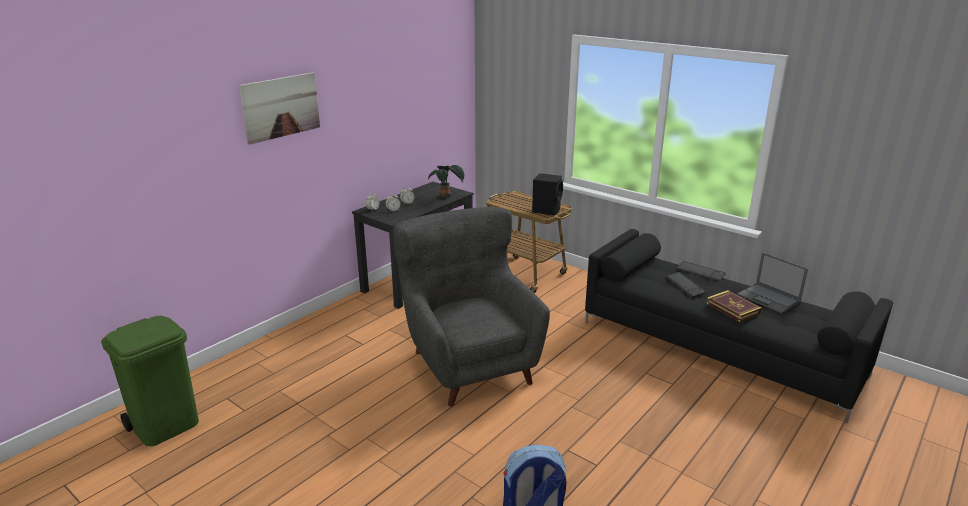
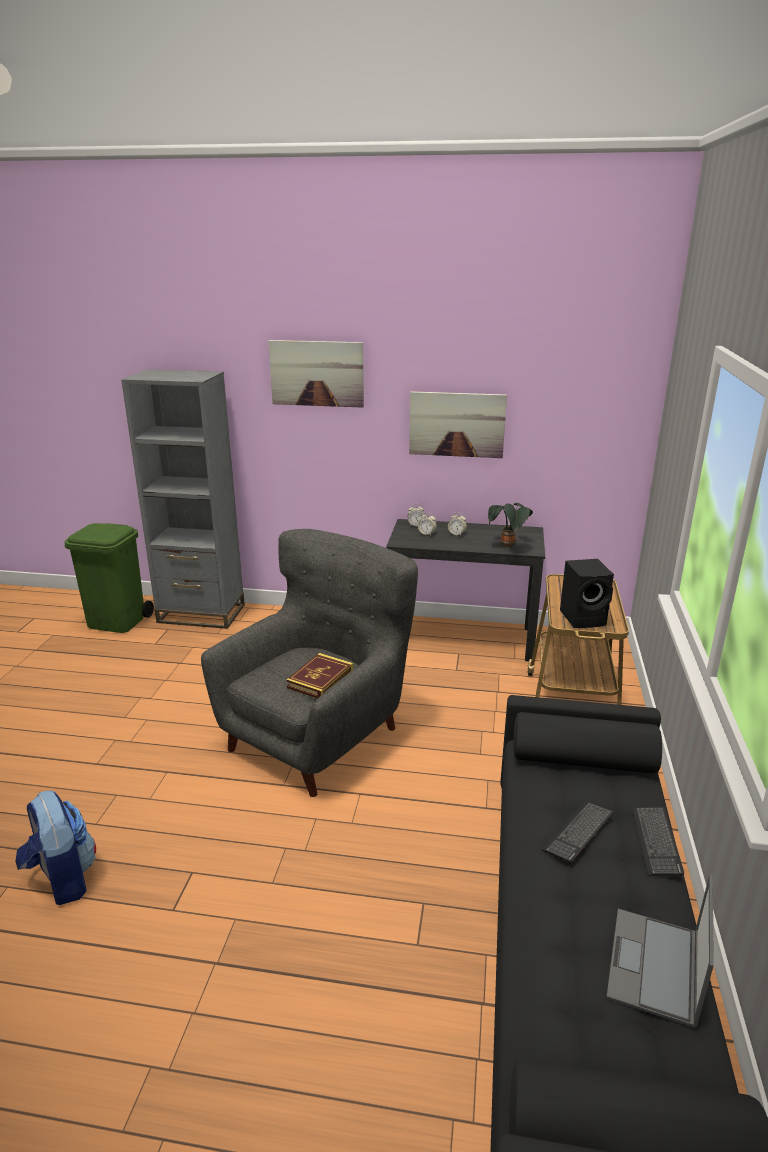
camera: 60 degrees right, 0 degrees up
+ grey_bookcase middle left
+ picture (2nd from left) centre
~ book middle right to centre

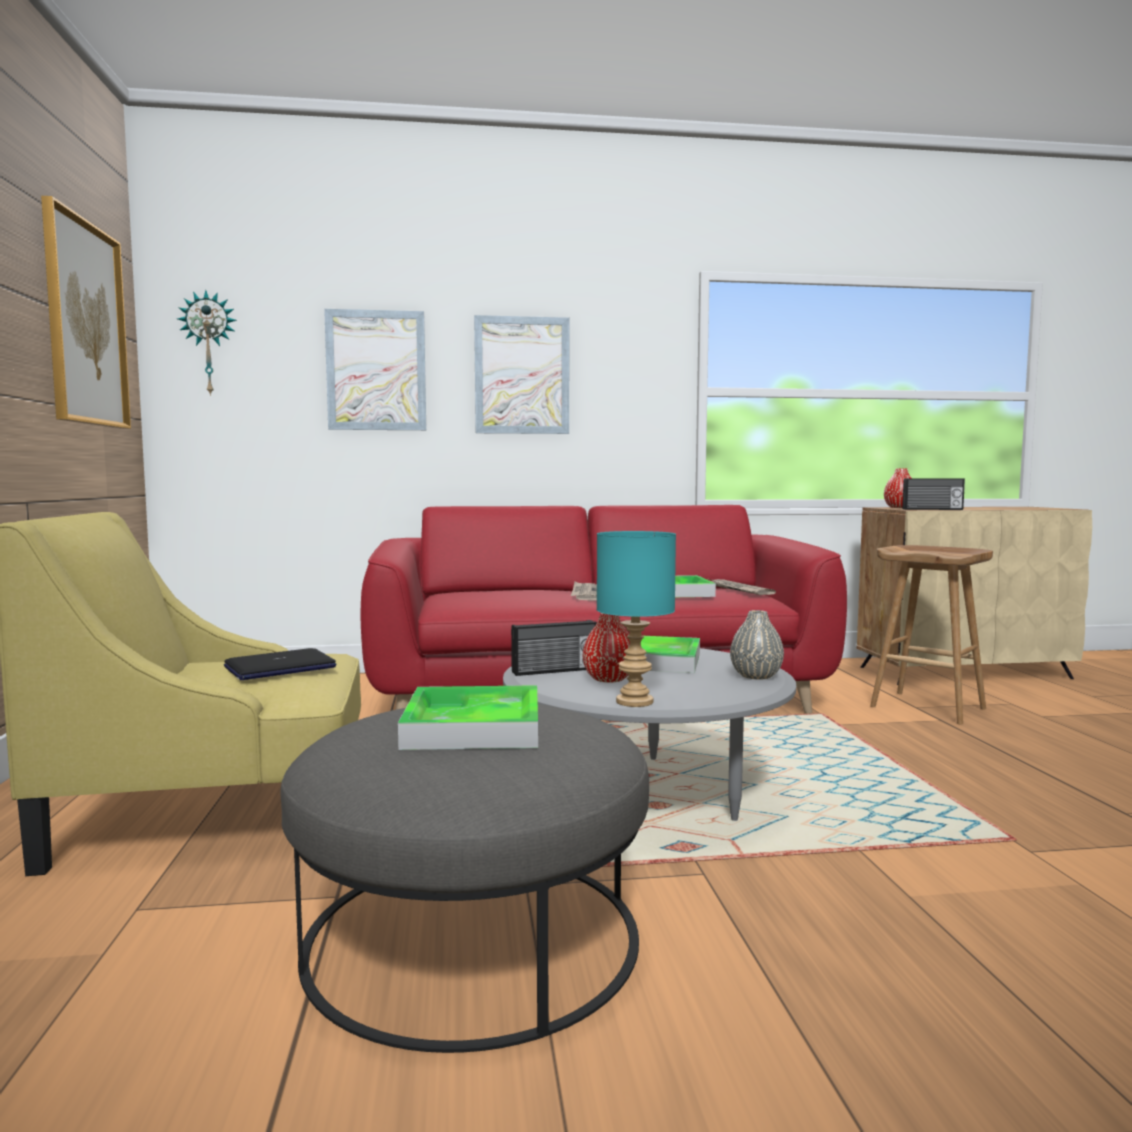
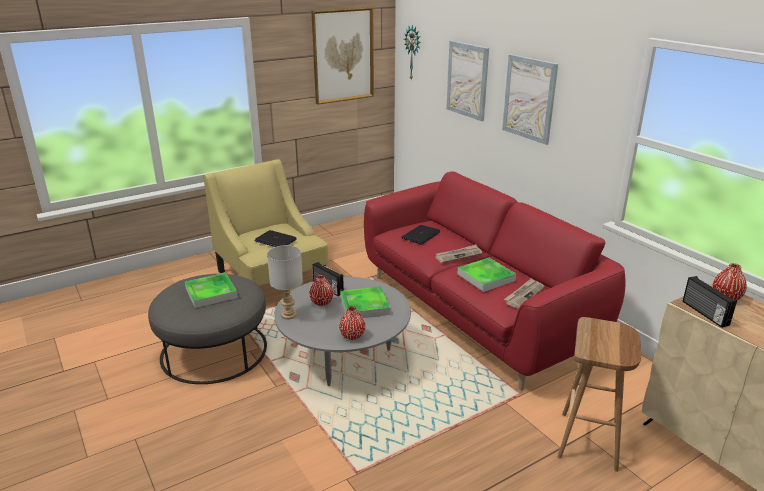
camera: 65 degrees right, 20 degrees up
+ laptop (2nd from left) centre
~ turquoise_table_lamp centre to grey_table_lamp centre
~ grey_vase middle right to red_vase (2nd from left) centre

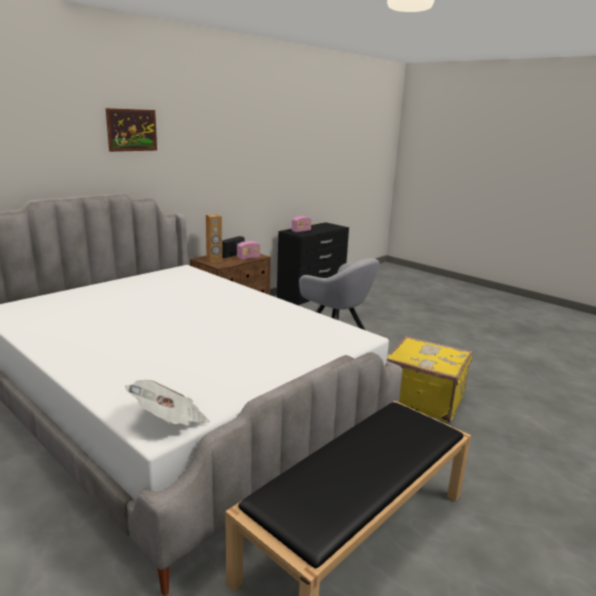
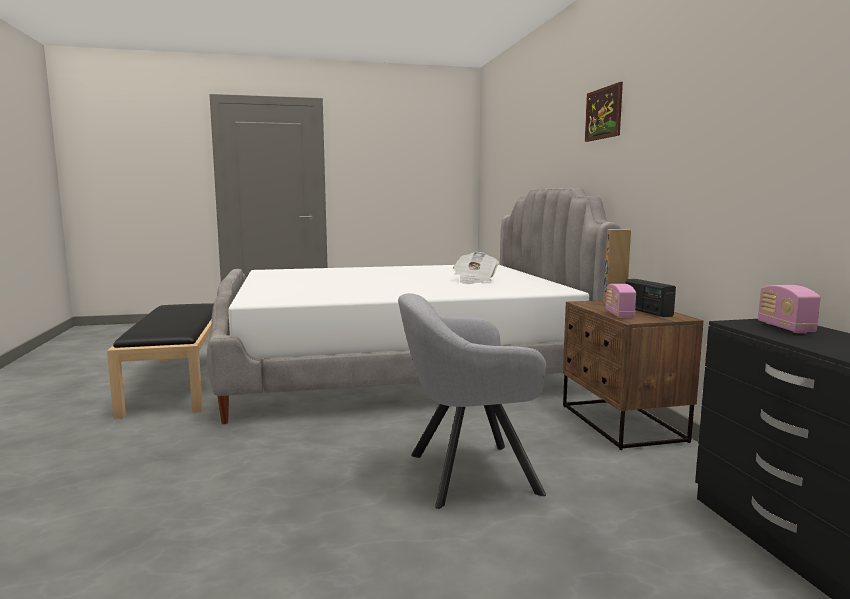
camera: 125 degrees right, 10 degrees down
- yellow_suitcase middle right
~ newspaper bottom left to centre

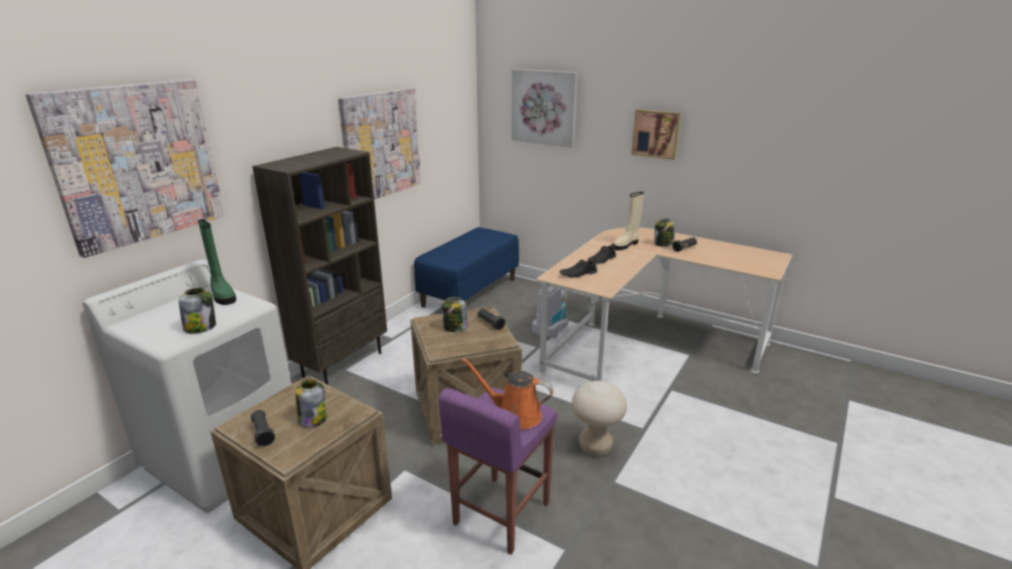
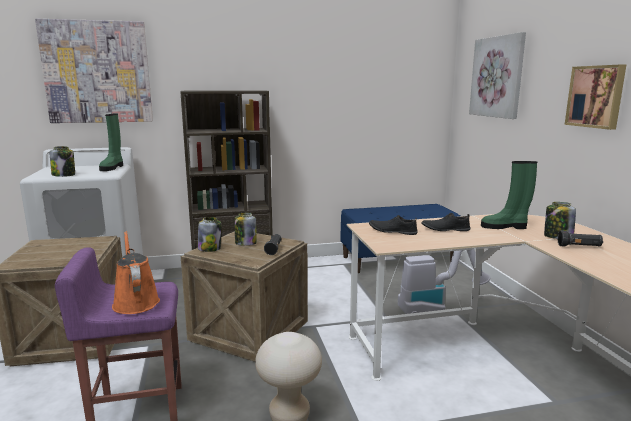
camera: 45 degrees right, 10 degrees down
- black_flashlight (1st from left) bottom left
- picture (2nd from left) top centre
~ jar (2nd from left) bottom left to middle left
~ beige_boot centre to green_boot (2nd from left) middle right

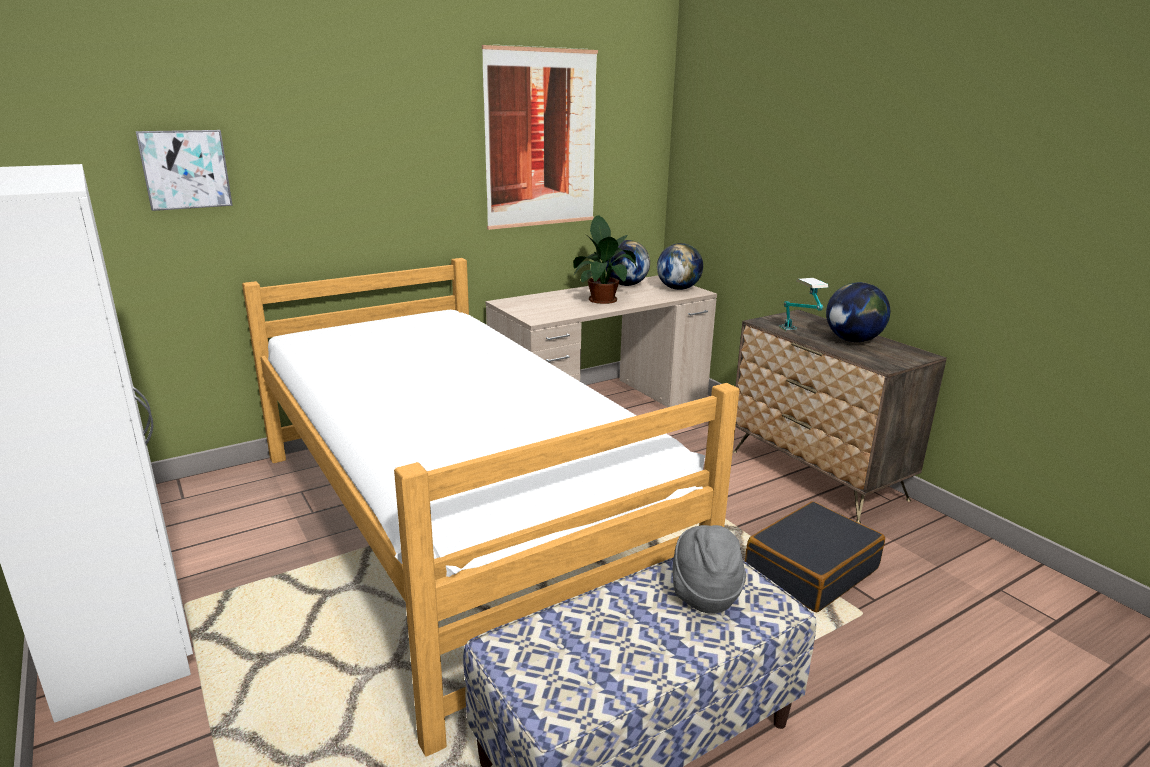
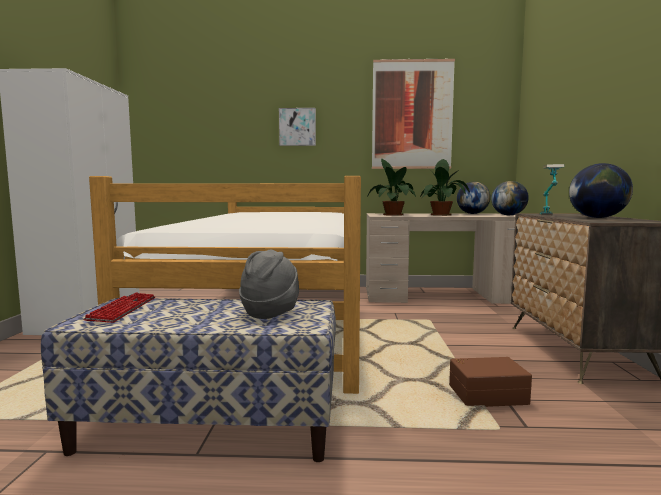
camera: 35 degrees right, 15 degrees down
+ keyboard middle left
+ potted_plant (1st from left) centre
~ picture (1st from left) top left to top centre
~ black_suitcase bottom right to brown_storage_box bottom right

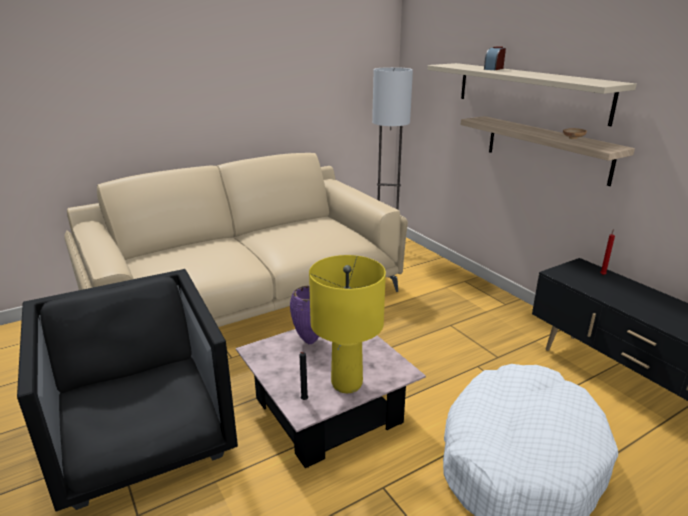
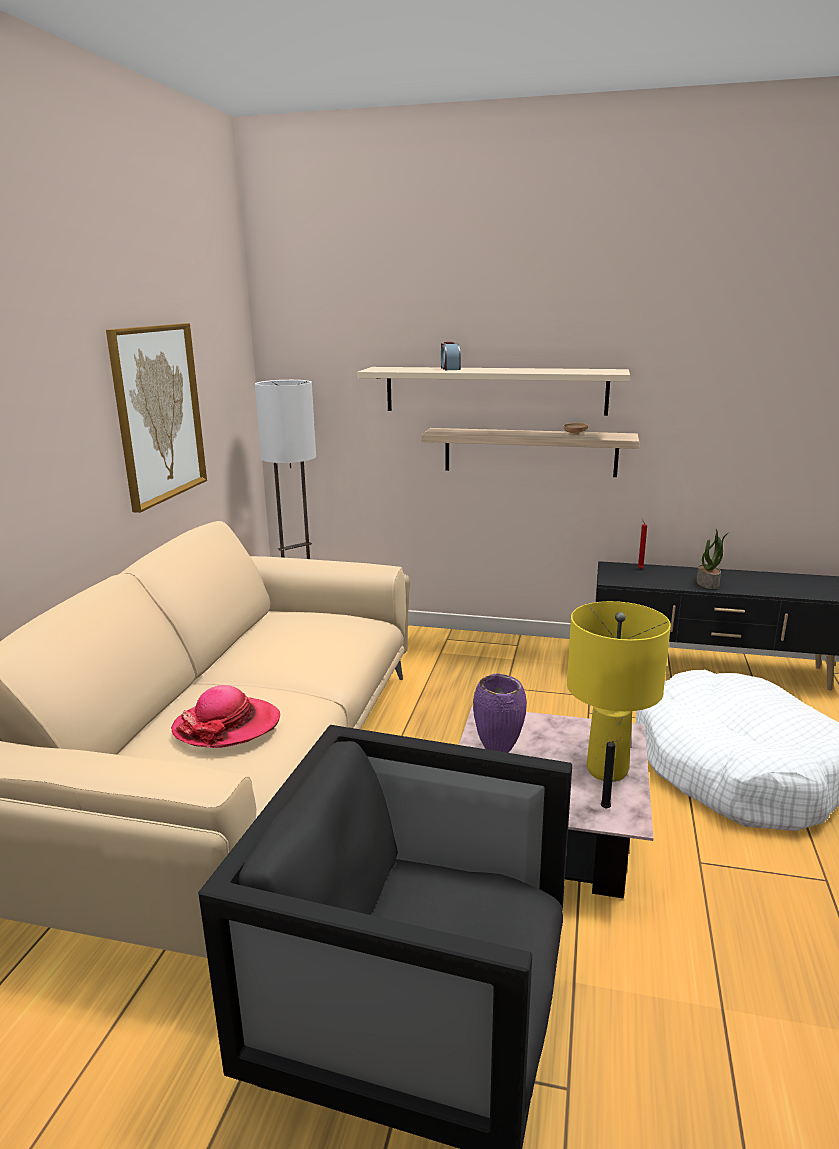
camera: 45 degrees left, 5 degrees down
+ picture middle left
+ hat middle left
+ potted_plant middle right

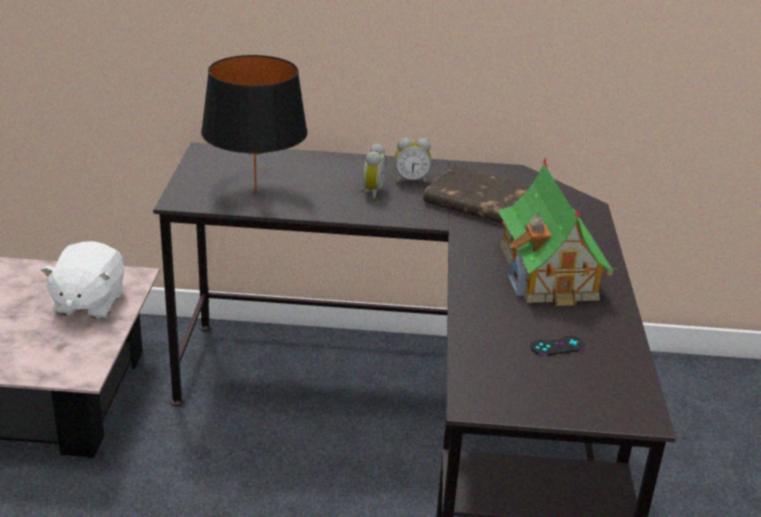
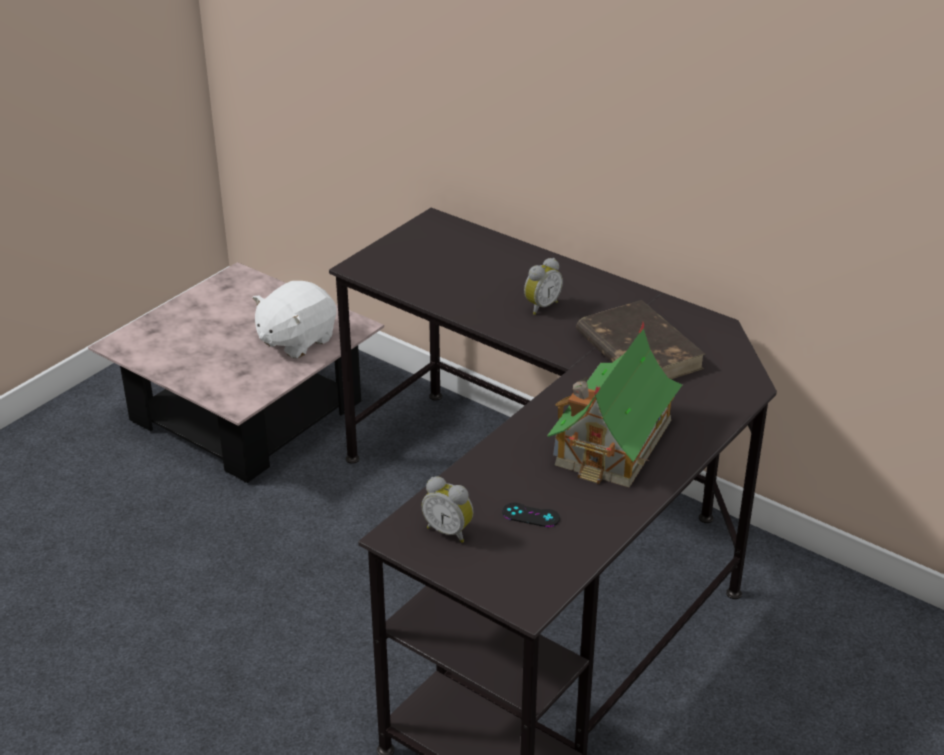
camera: 35 degrees right, 5 degrees up
- black_table_lamp top centre
~ alarm_clock (2nd from left in the first image) top centre to alarm_clock (1st from left) bottom centre

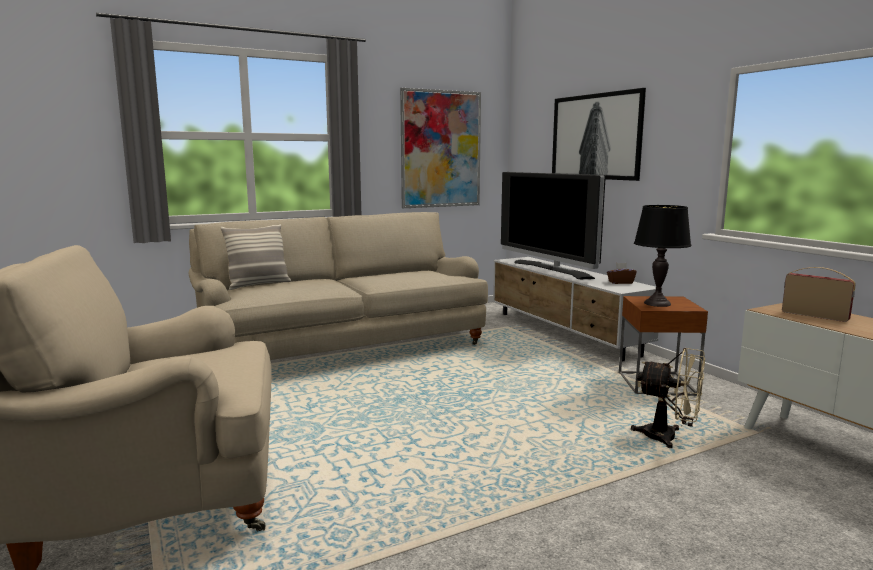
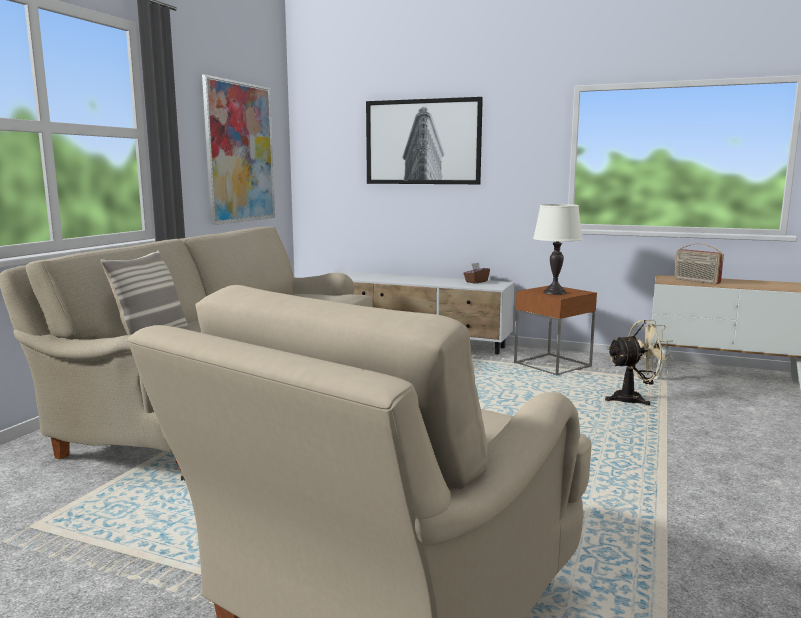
camera: 40 degrees left, 0 degrees up
- television centre
~ black_table_lamp middle right to white_table_lamp middle right
~ radio middle right = middle right 135 degrees counterclockwise

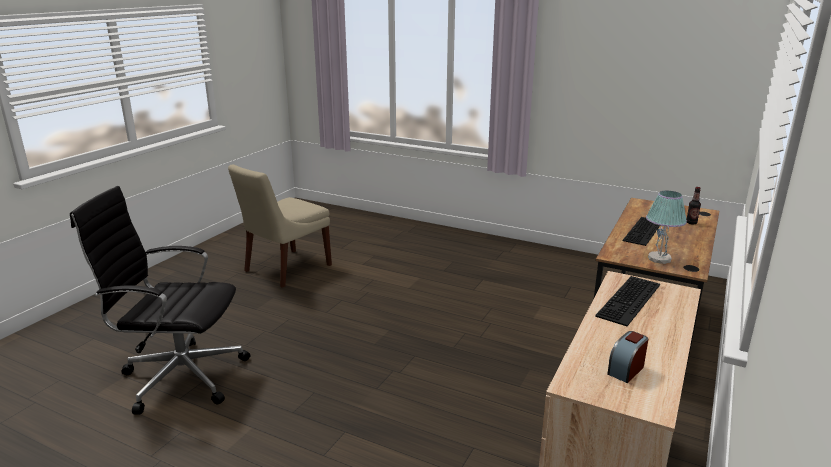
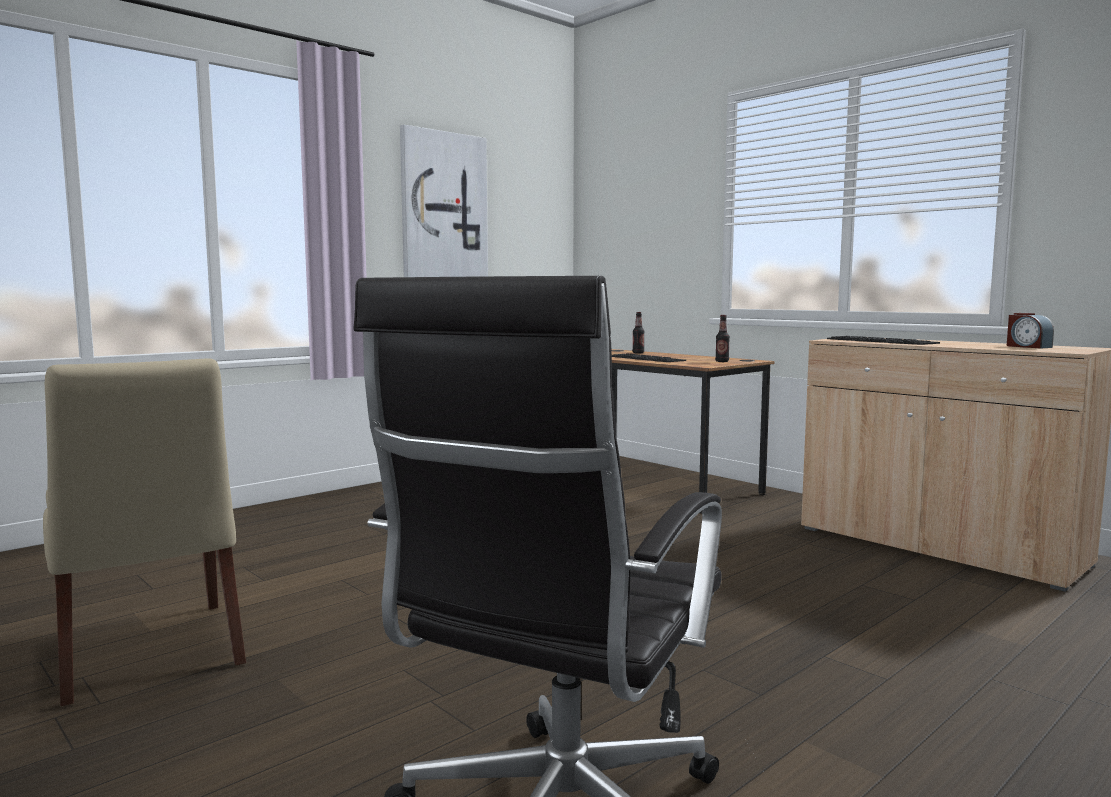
camera: 70 degrees left, 15 degrees down
+ picture top centre
~ table_lamp middle right to bottle (2nd from left) centre

